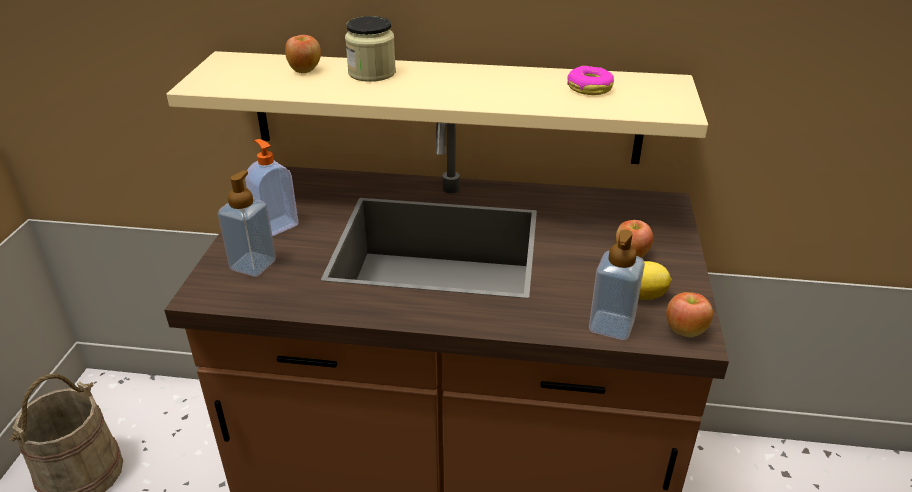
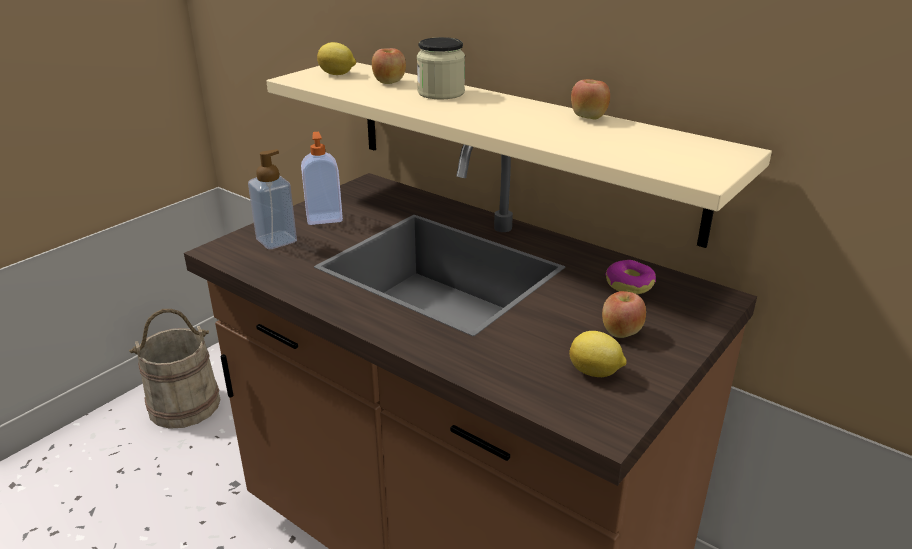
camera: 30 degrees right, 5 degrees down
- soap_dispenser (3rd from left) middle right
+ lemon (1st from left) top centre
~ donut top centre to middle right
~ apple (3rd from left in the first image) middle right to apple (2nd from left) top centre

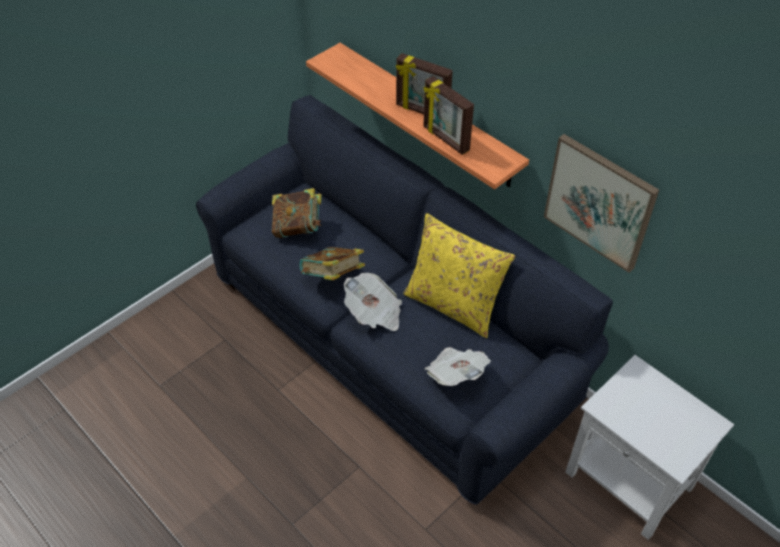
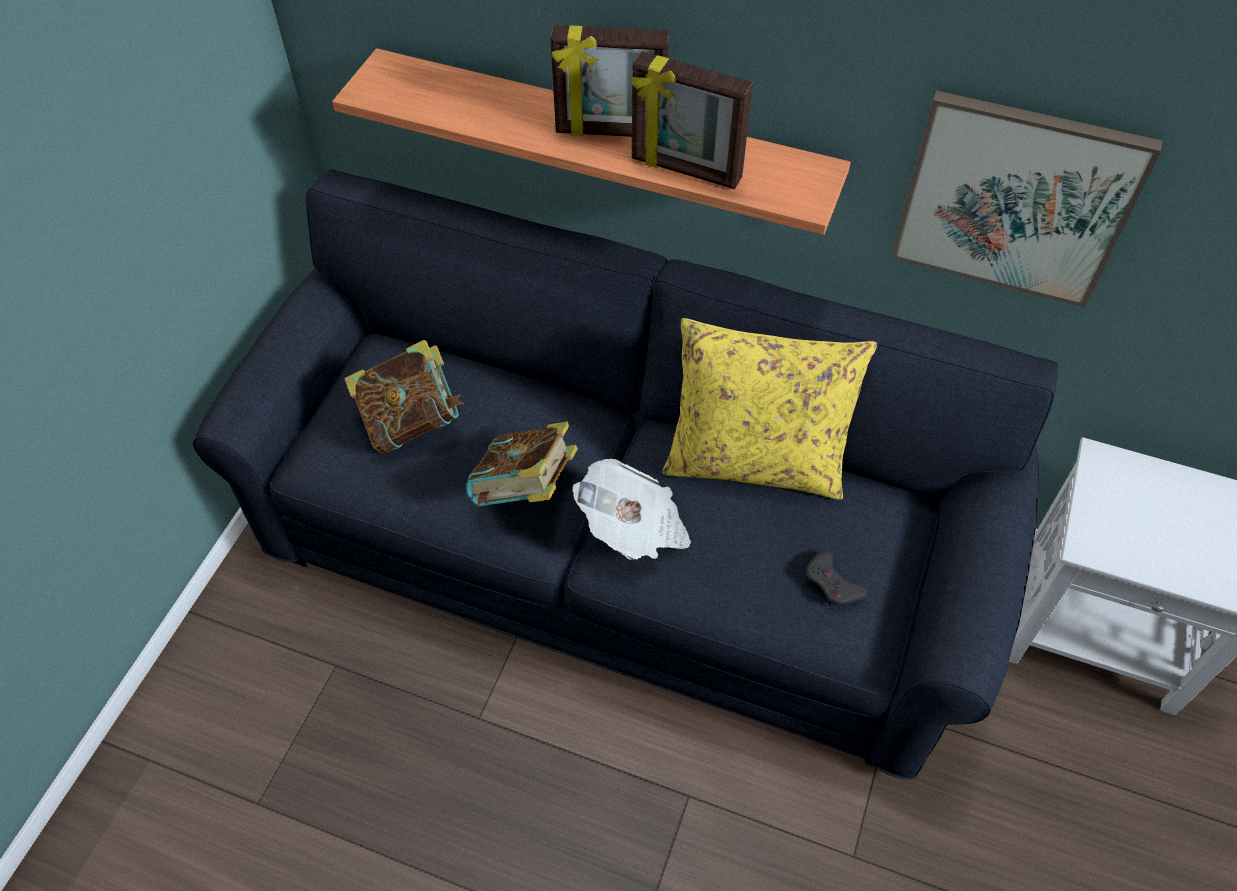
camera: 25 degrees left, 5 degrees up
~ newspaper (2nd from left) bottom centre to grey_game_controller middle right

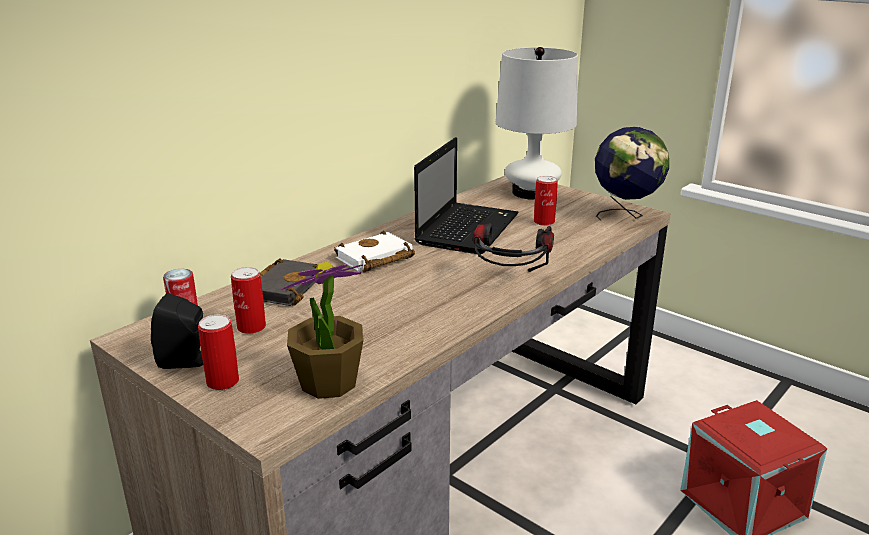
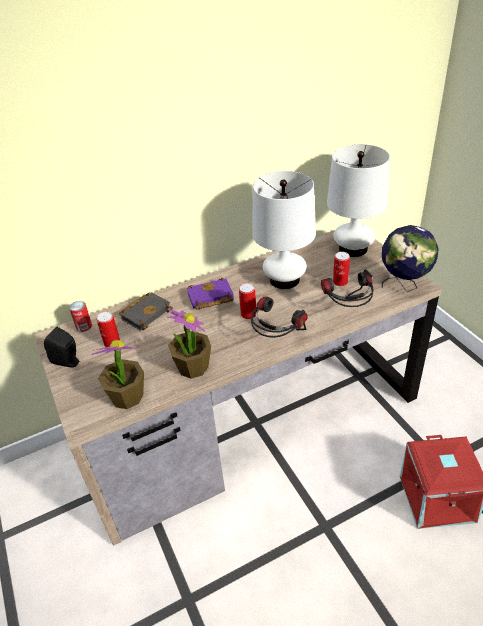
camera: 25 degrees right, 15 degrees up
+ potted_plant (2nd from left) centre
+ headphones (2nd from left) middle right
~ can (2nd from left in the first image) middle left to can (3rd from left) centre
~ laptop centre to white_table_lamp (1st from left) centre
~ white_book centre to purple_book centre

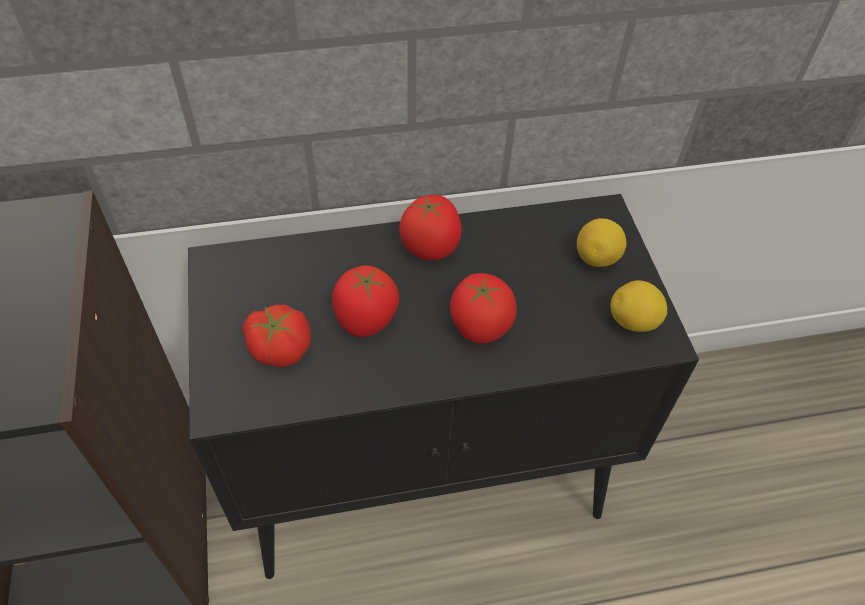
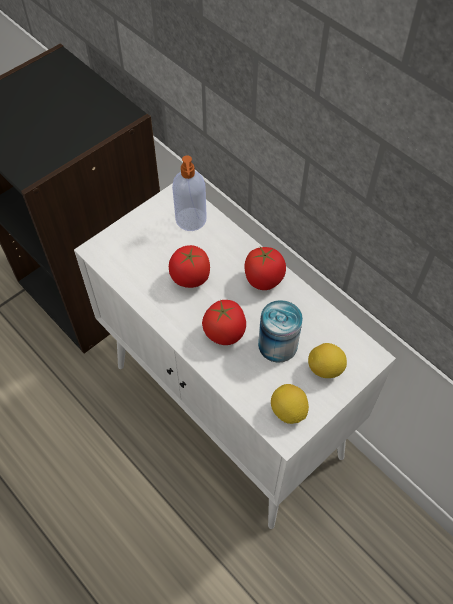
camera: 60 degrees right, 5 degrees up
- tomato (1st from left) middle left
+ soap_dispenser top centre
+ can centre
~ black_cabinet centre to white_cabinet centre

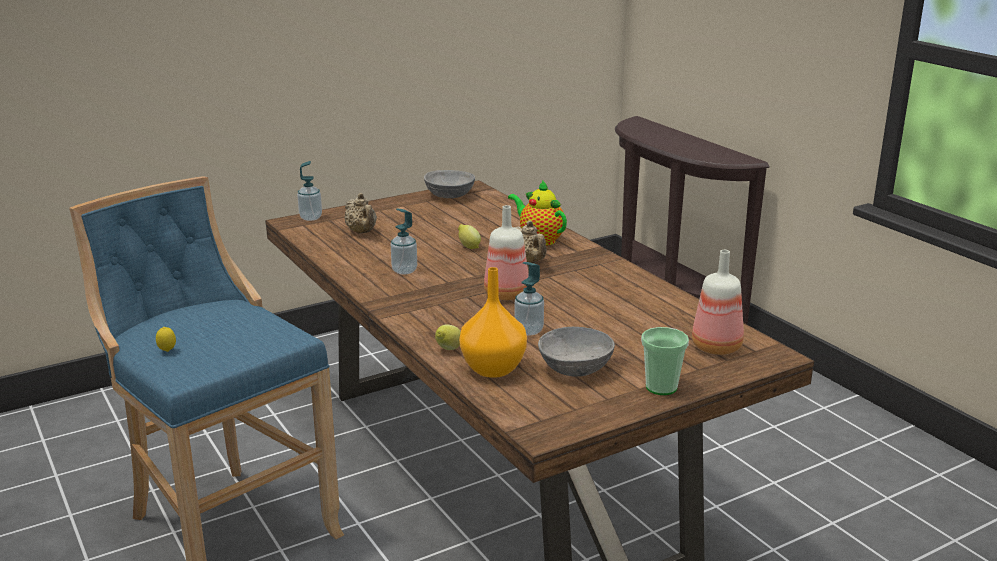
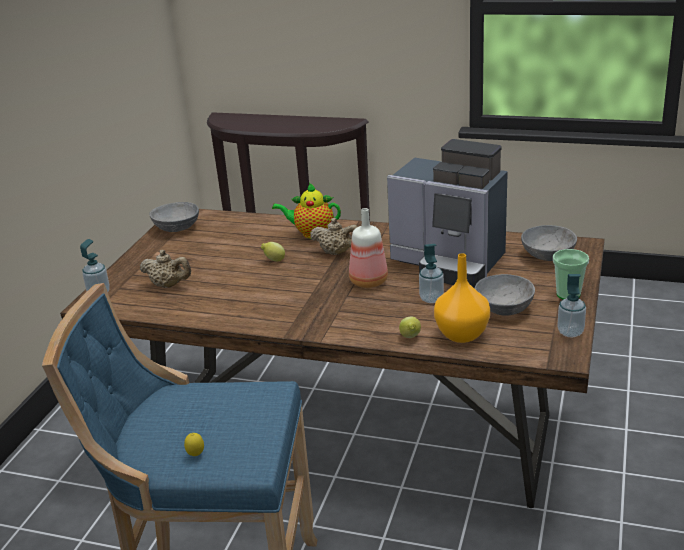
camera: 40 degrees left, 5 degrees up
+ coffee_machine centre
~ soap_dispenser (2nd from left in the first image) centre to soap_dispenser (3rd from left) middle right
~ bottle (2nd from left) middle right to grey_bowl (3rd from left) middle right

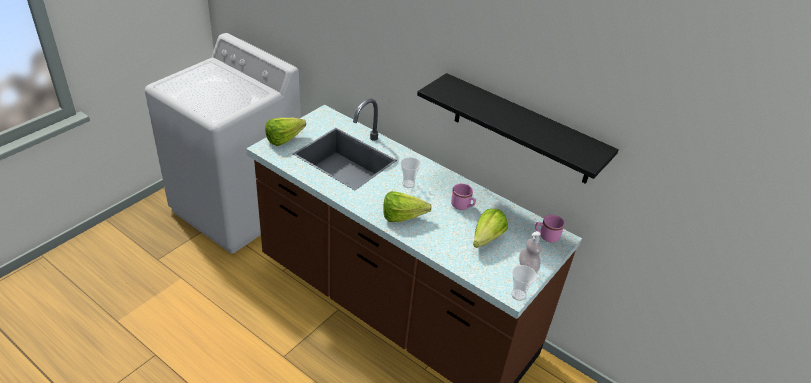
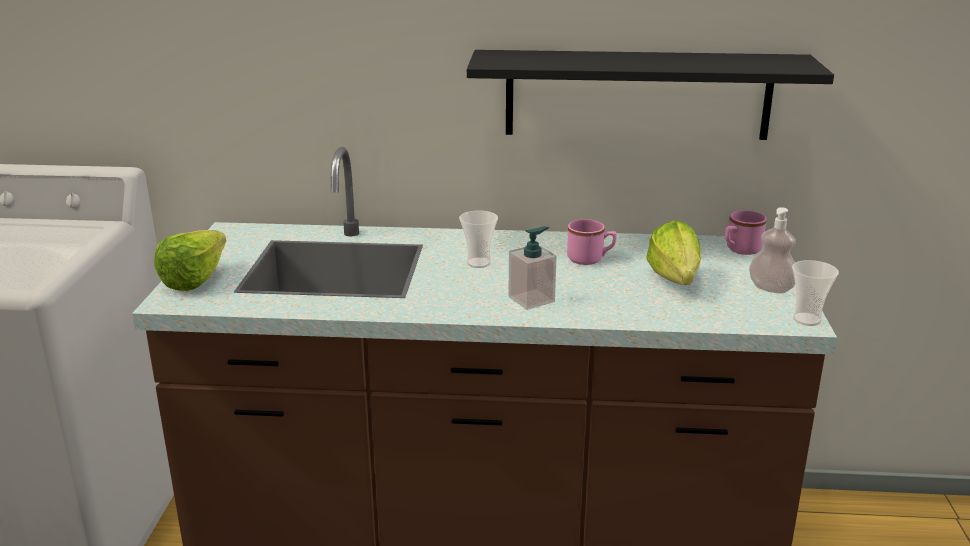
camera: 30 degrees left, 15 degrees down
~ lettuce (2nd from left) centre to soap_dispenser (1st from left) centre

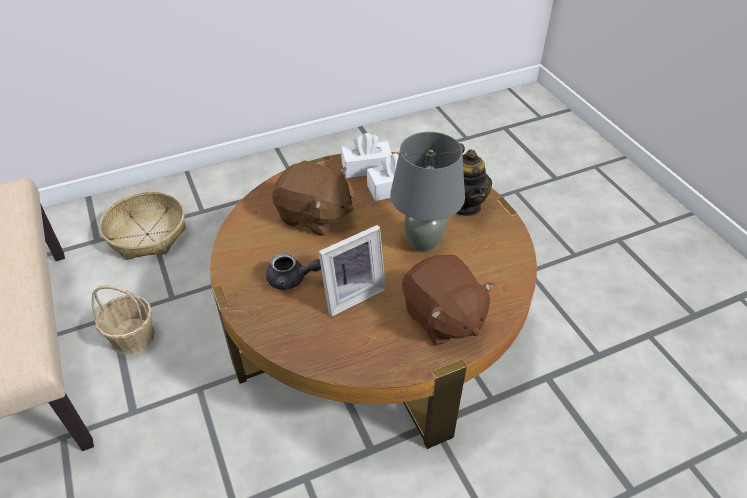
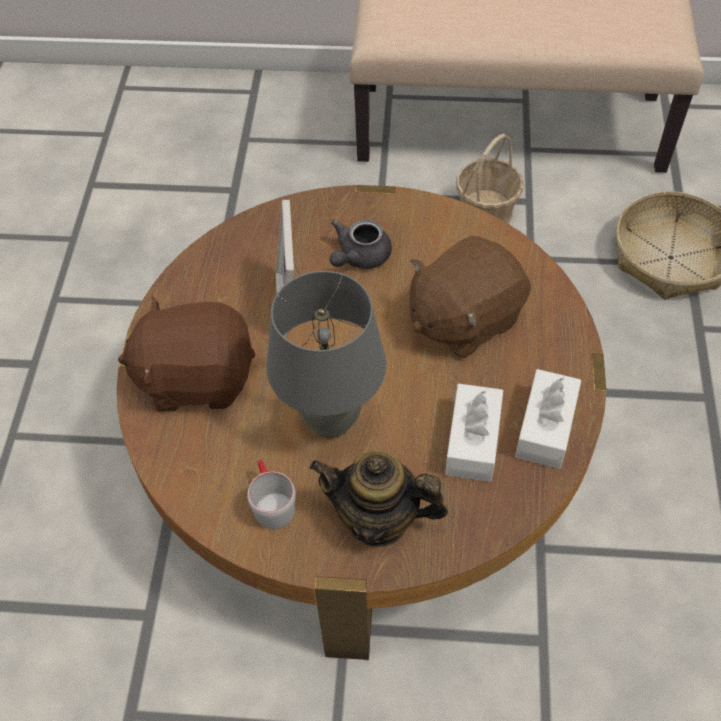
camera: 120 degrees right, 10 degrees up
+ grey_mug bottom centre

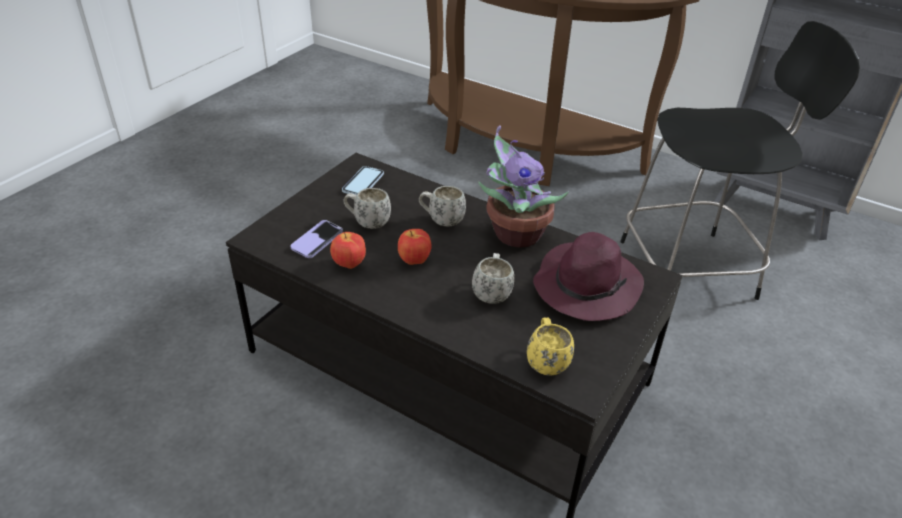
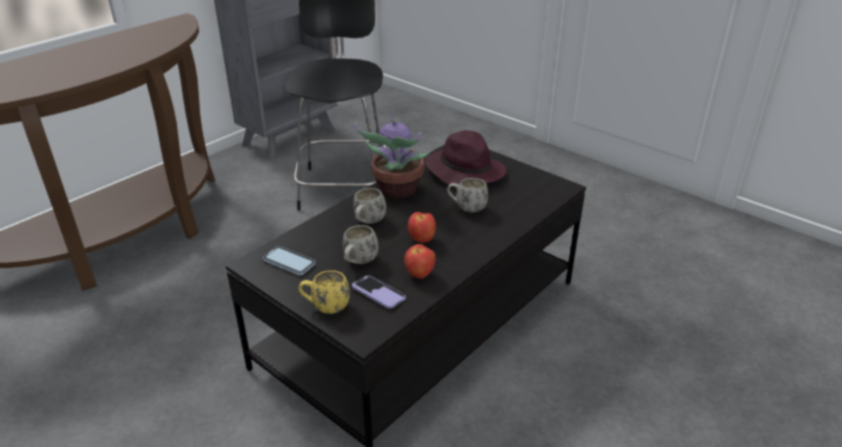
camera: 80 degrees left, 5 degrees down
~ yellow_mug bottom centre to centre

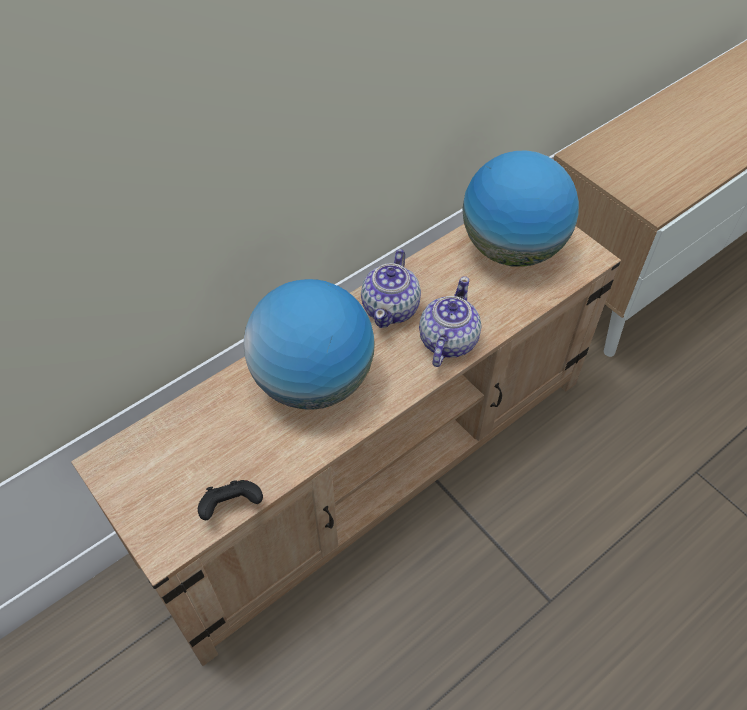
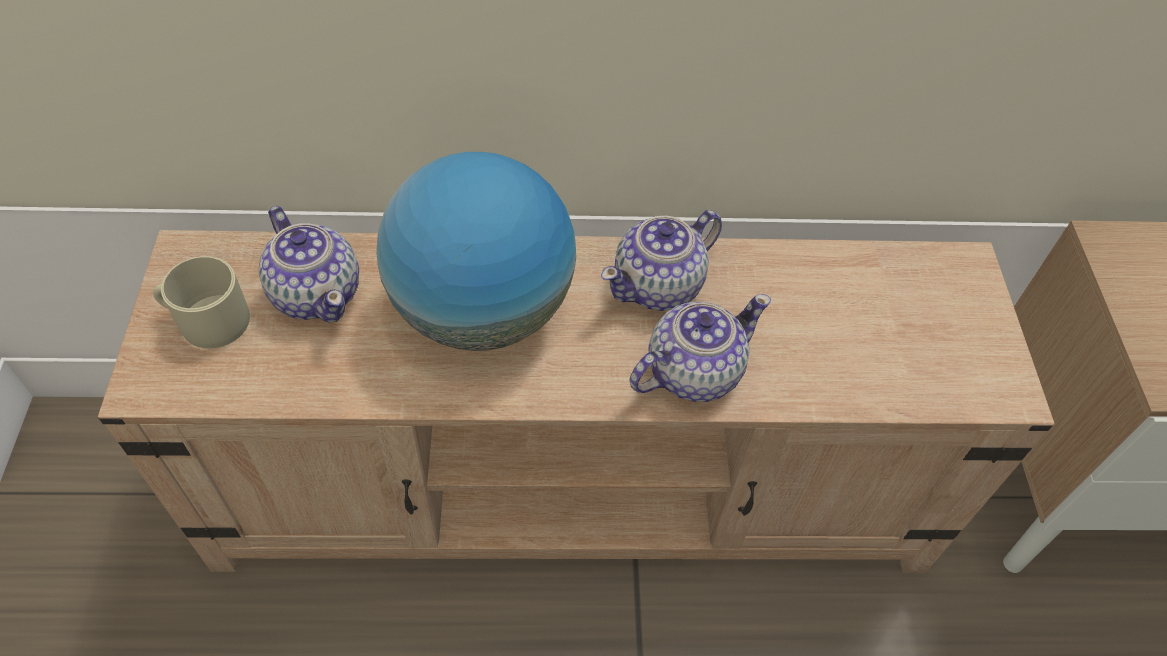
camera: 35 degrees right, 0 degrees up
- black_game_controller bottom left
- globe (2nd from left) top right
+ beige_mug middle left
+ teapot (1st from left) middle left

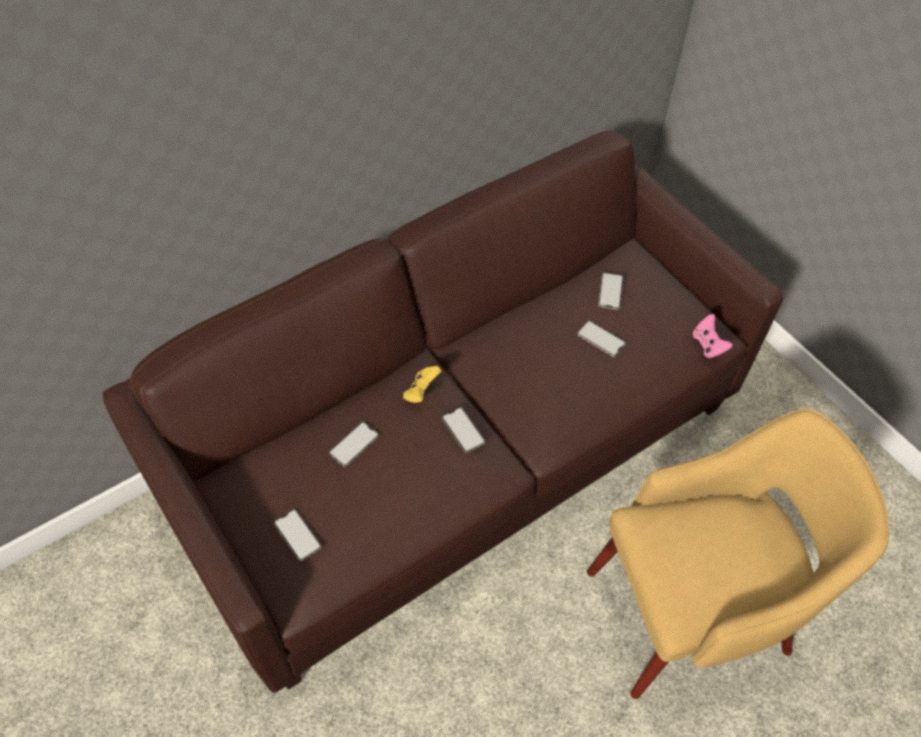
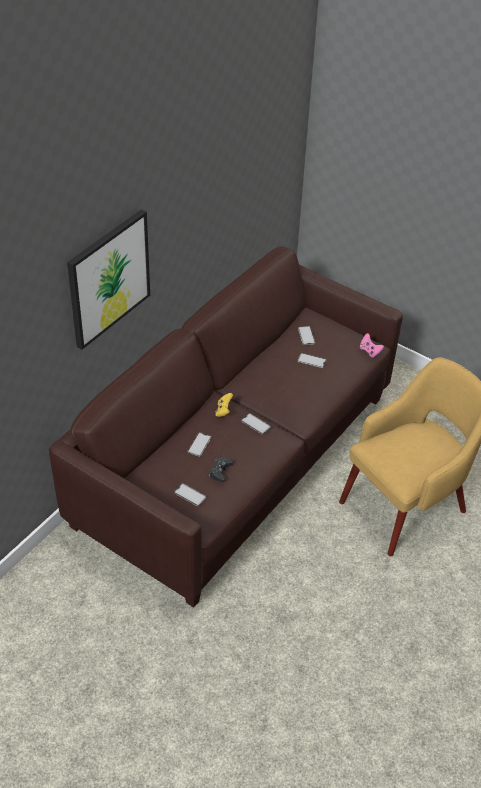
camera: 20 degrees left, 10 degrees down
+ picture middle left
+ black_game_controller centre

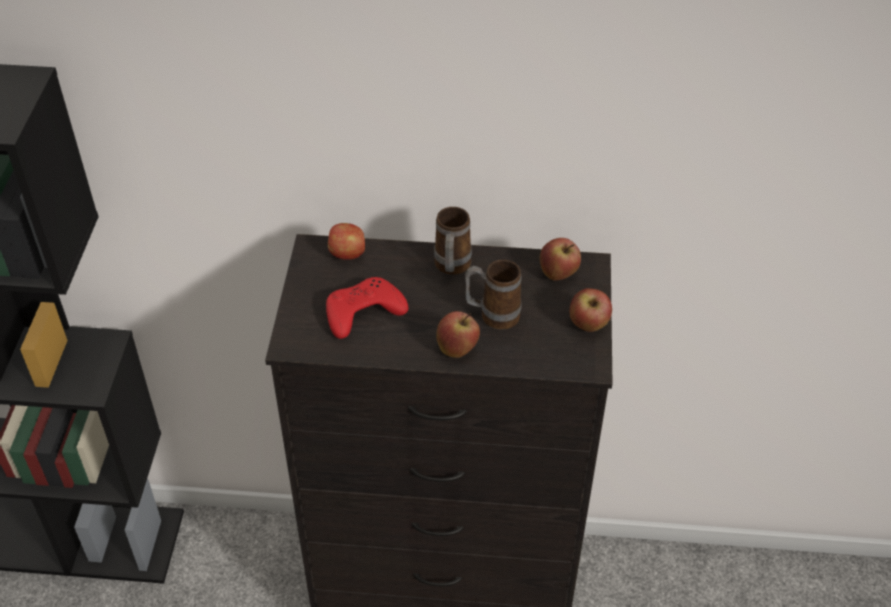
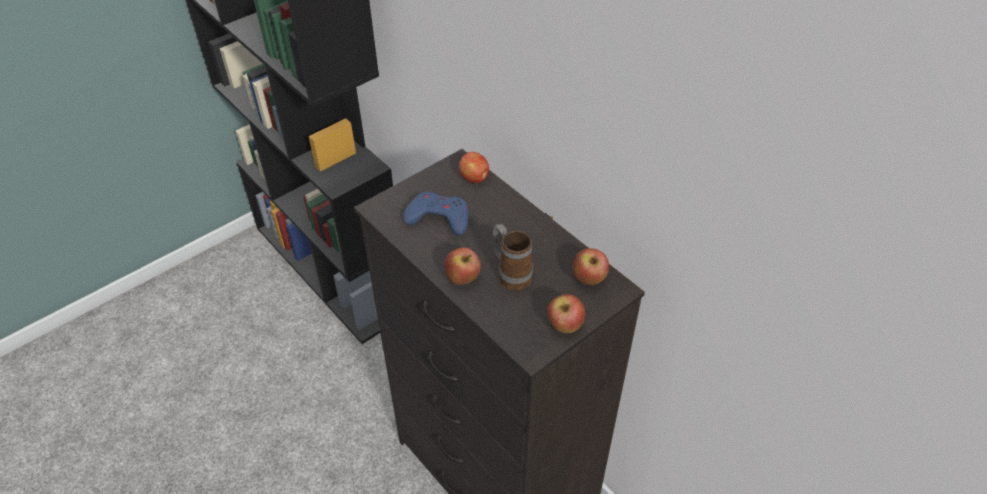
camera: 45 degrees right, 0 degrees up
- mug (1st from left) centre
~ red_game_controller centre to blue_game_controller centre

